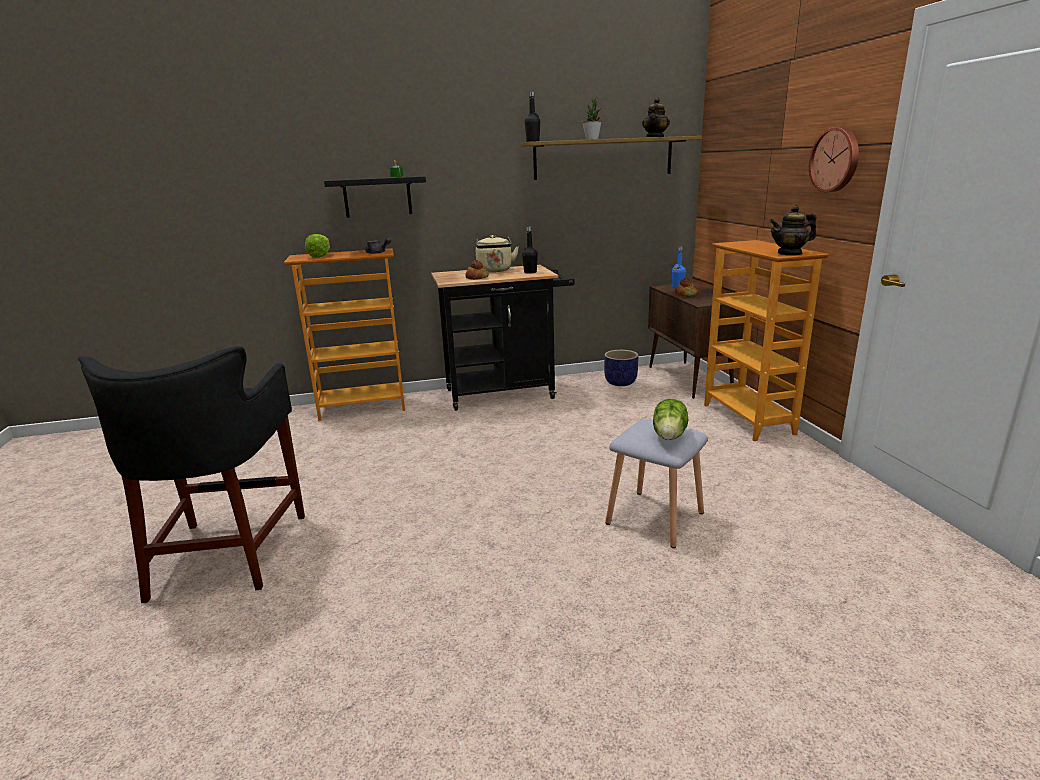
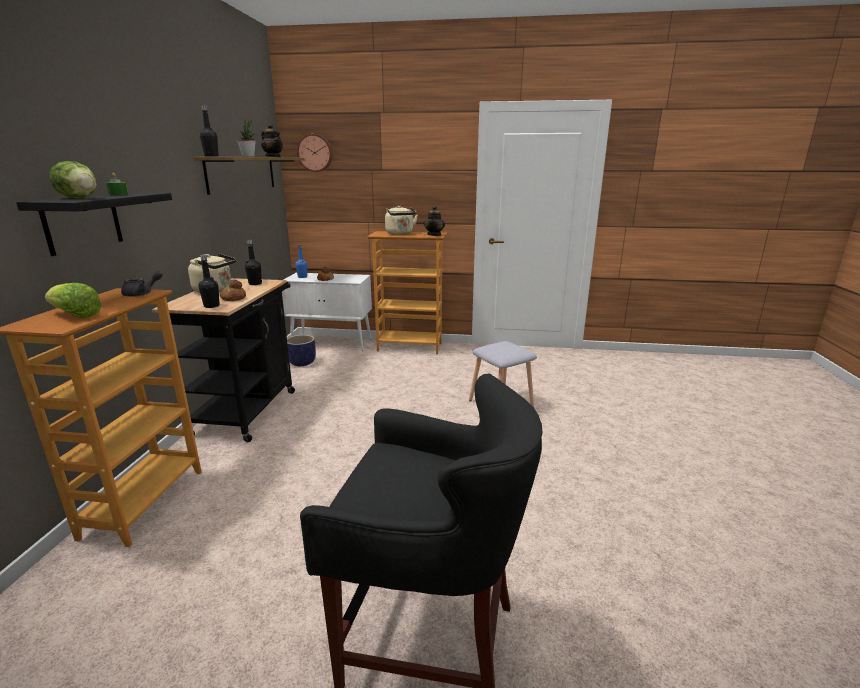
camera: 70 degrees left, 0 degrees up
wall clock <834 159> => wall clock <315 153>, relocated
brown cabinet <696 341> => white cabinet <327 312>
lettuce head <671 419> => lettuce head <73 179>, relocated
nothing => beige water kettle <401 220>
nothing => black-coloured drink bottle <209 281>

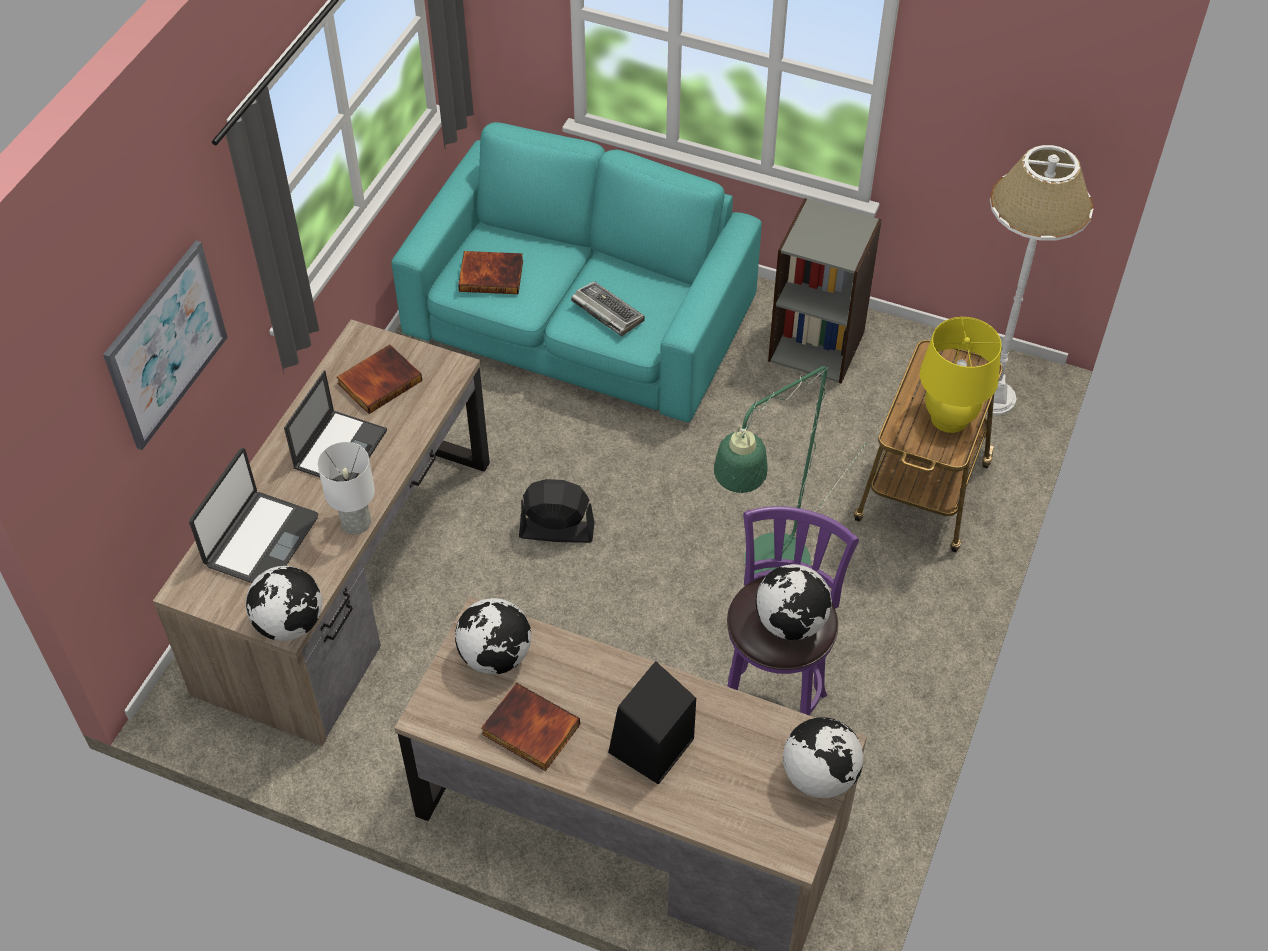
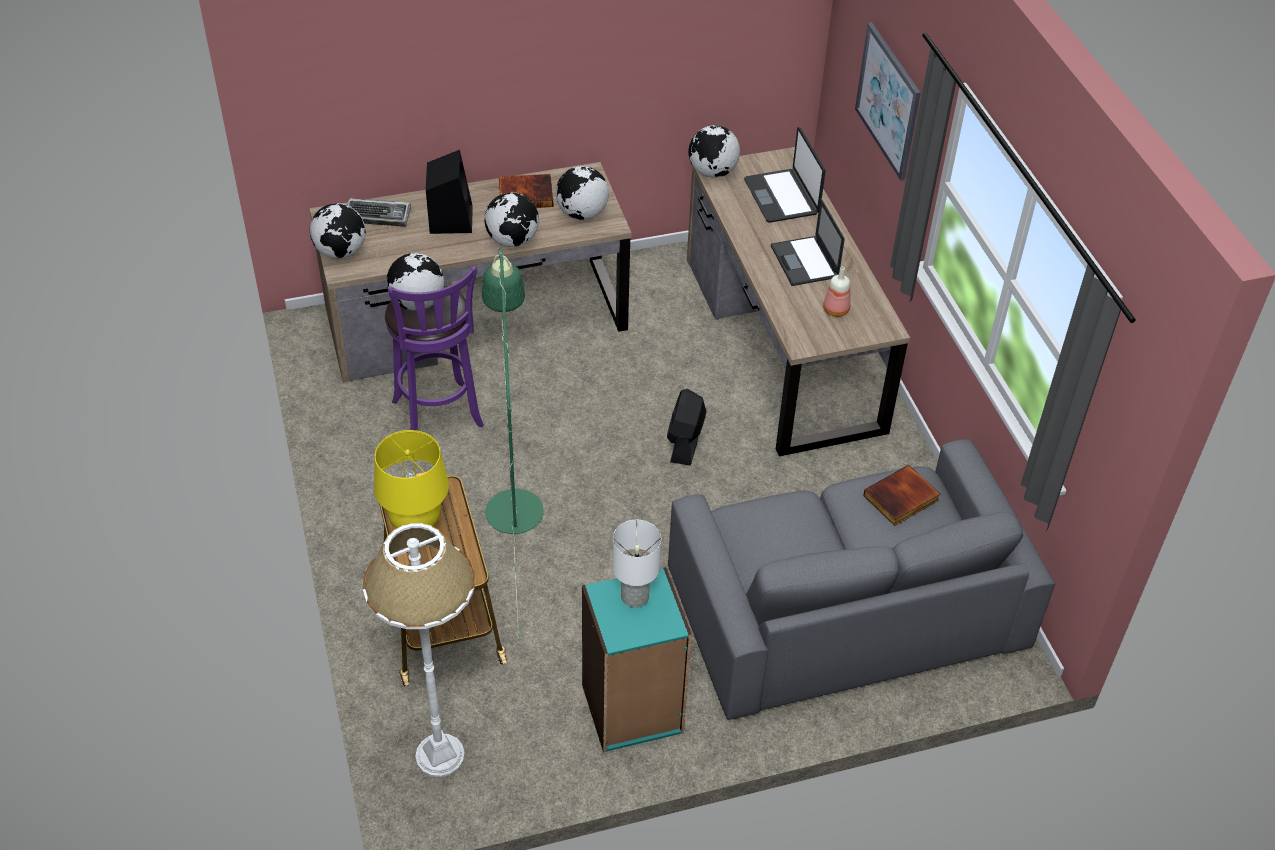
camera: 140 degrees right, 5 degrees down
turquoise-coloured settee <576 272> => greyish settee <861 579>
greyish shelving unit <825 290> => turquoise-coloured shelving unit <637 659>
keyboard <608 308> => keyboard <379 212>, relocated
bound book <379 379> => drink bottle <837 292>
white table lamp <346 488> => white table lamp <637 564>, relocated
black-coloured fan <557 511> => black-coloured fan <686 427>, 135 degrees clockwise
nothing => desk globe <512 219>

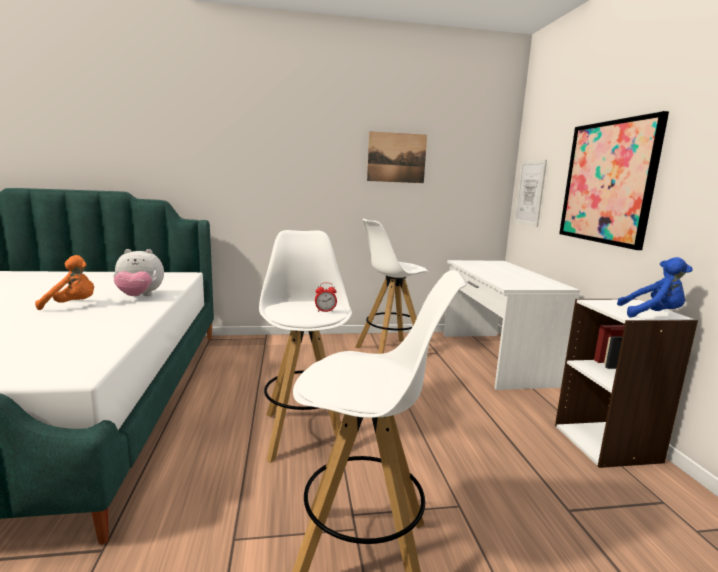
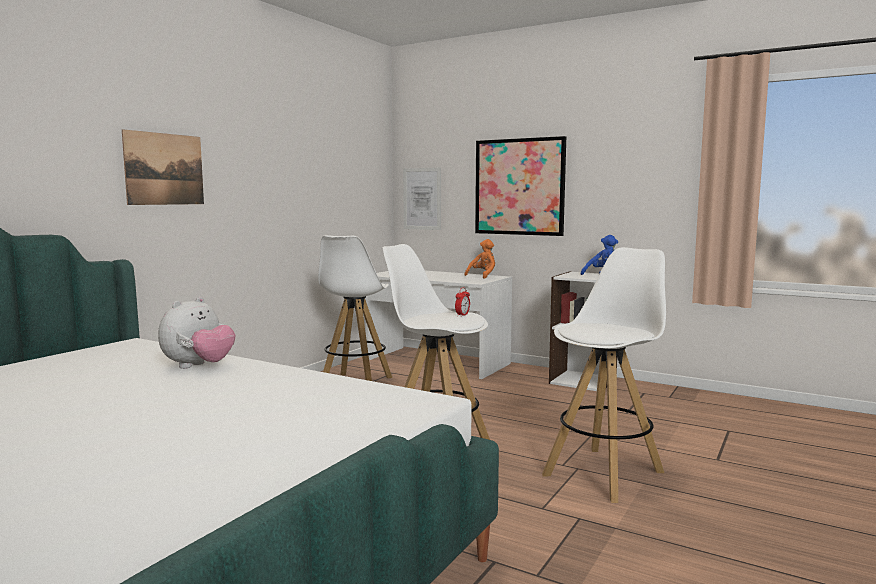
camera: 50 degrees left, 5 degrees down
wall art <397 157> => wall art <163 167>, relocated
orangey plush toy <64 282> => orangey plush toy <480 259>, relocated

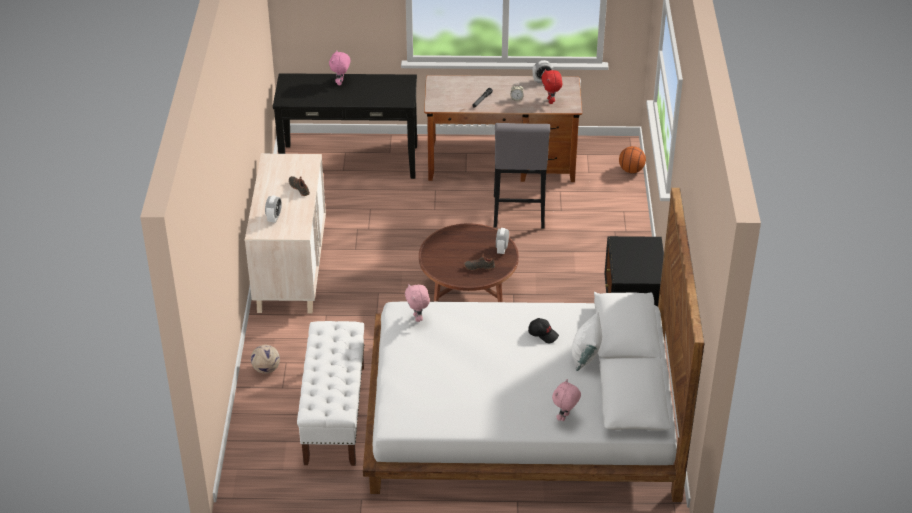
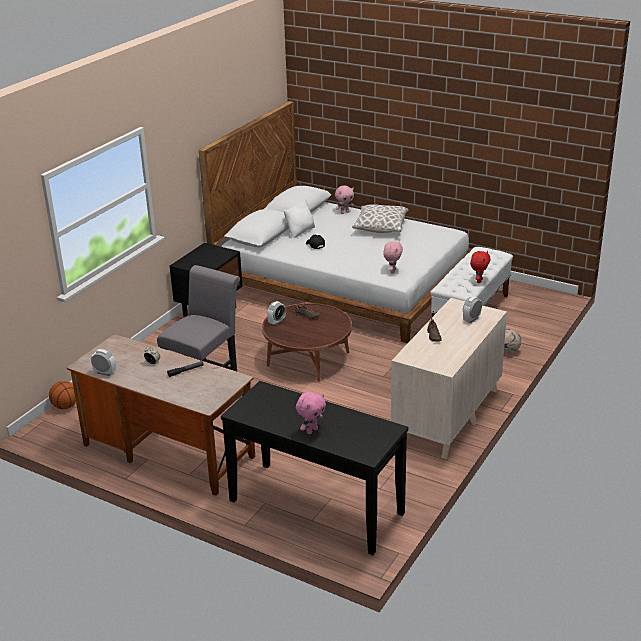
camera: 150 degrees left, 10 degrees down
red plush toy <551 86> => red plush toy <480 267>, relocated
nothing => pillow <380 218>

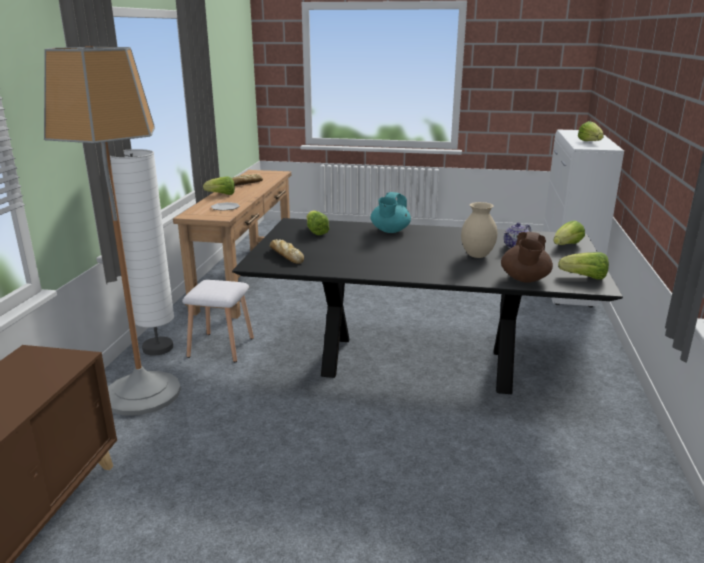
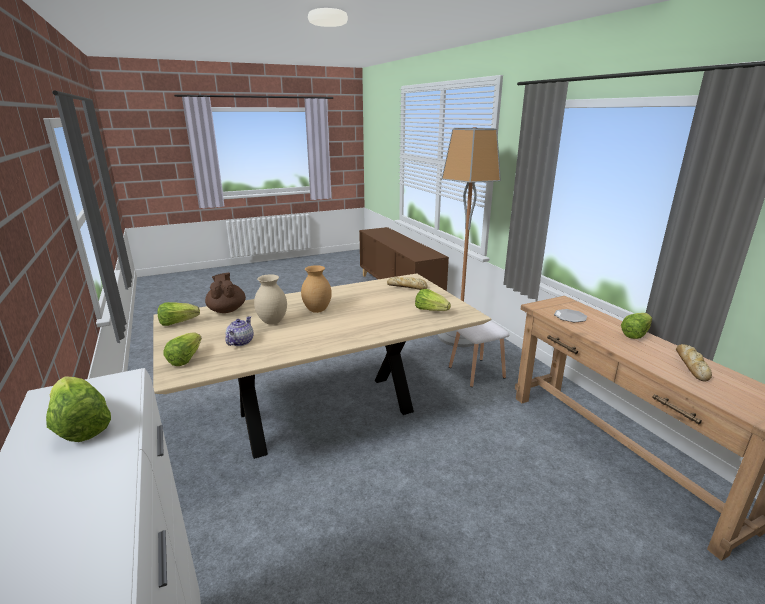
camera: 145 degrees right, 0 degrees up
white standard lamp <142 252> => nothing
turquoise-coloured teapot <390 212> => nothing
black-coloured dining table <427 306> => beige dining table <322 366>
nothing => brown decorative vase <316 289>

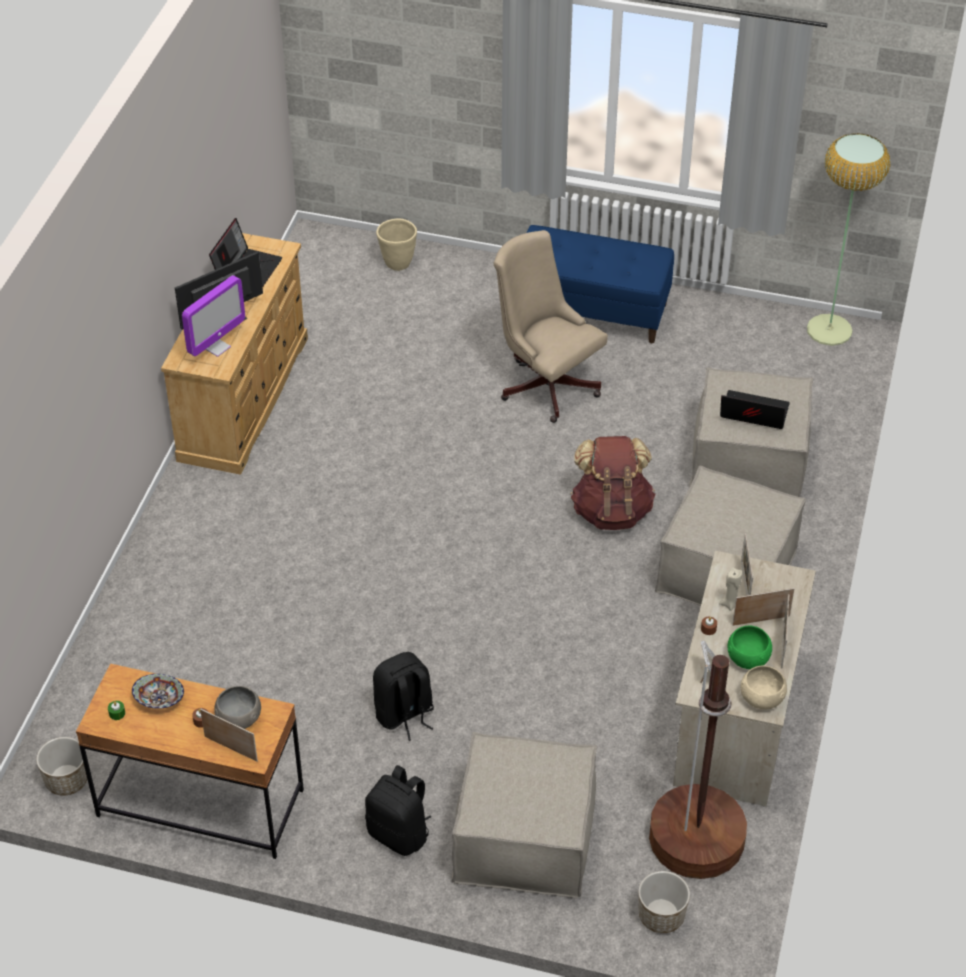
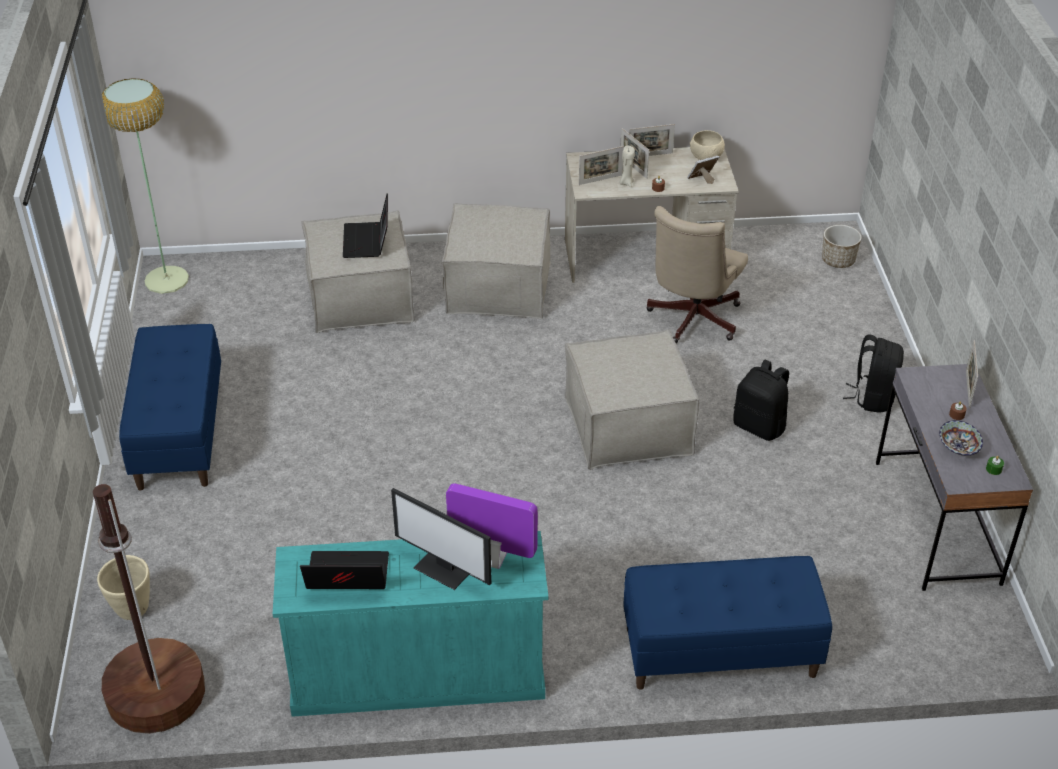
camera: 110 degrees left, 5 degrees down
beige computer chair <551 326> => beige computer chair <697 274>, relocated
beige chest of drawers <234 354> => turquoise-coloured chest of drawers <410 624>
brown backpack <613 483> => nothing
greenish bowl <749 647> => nothing
brown standard lamp <698 767> => brown standard lamp <149 609>, relocated
brown desk table <190 761> => greyish desk table <954 477>
greyish bowl <237 707> => nothing
beige ottoman <524 815> => beige ottoman <632 399>, relocated
planter <61 766> => nothing
nothing => blue indoor bench <727 623>

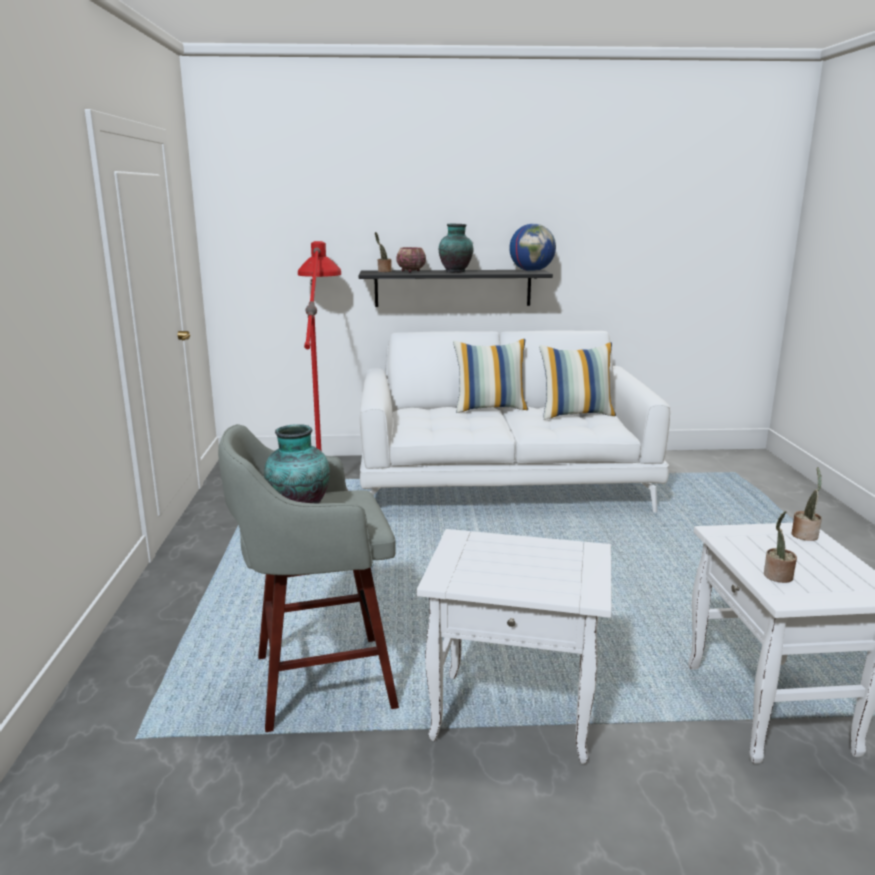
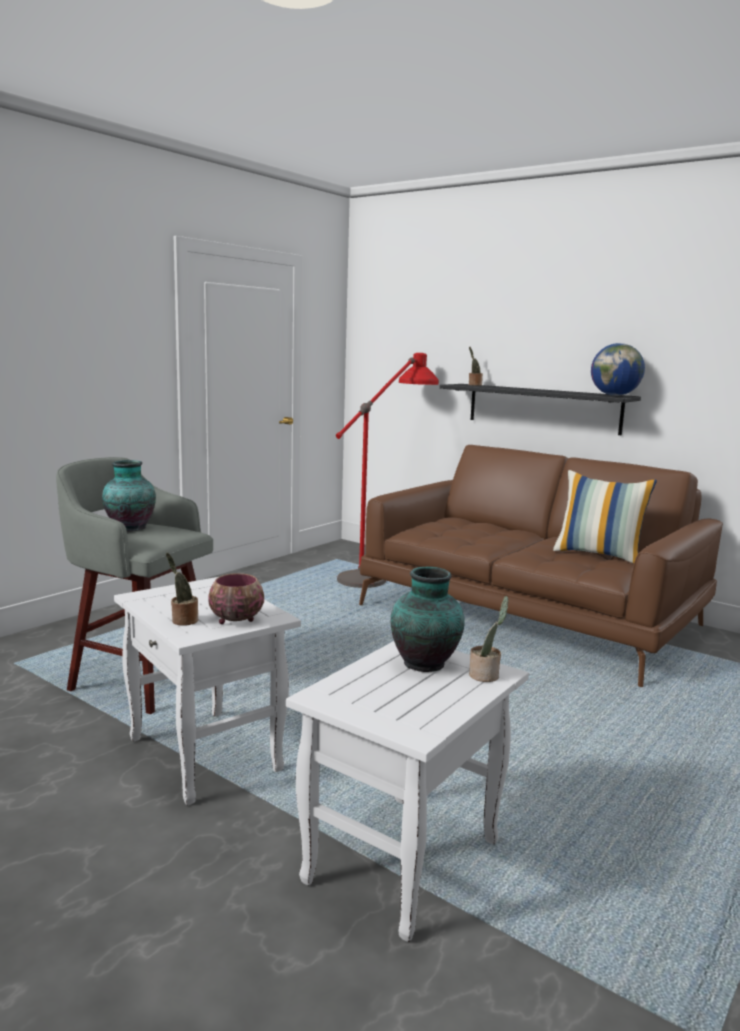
camera: 40 degrees right, 5 degrees down
decorative vase <456 248> => decorative vase <427 619>, relocated
bowl <411 259> => bowl <236 598>, relocated
white settee <515 421> => brown settee <541 566>
pillow <490 376> => nothing
plant in a pot <780 547> => plant in a pot <182 588>, relocated

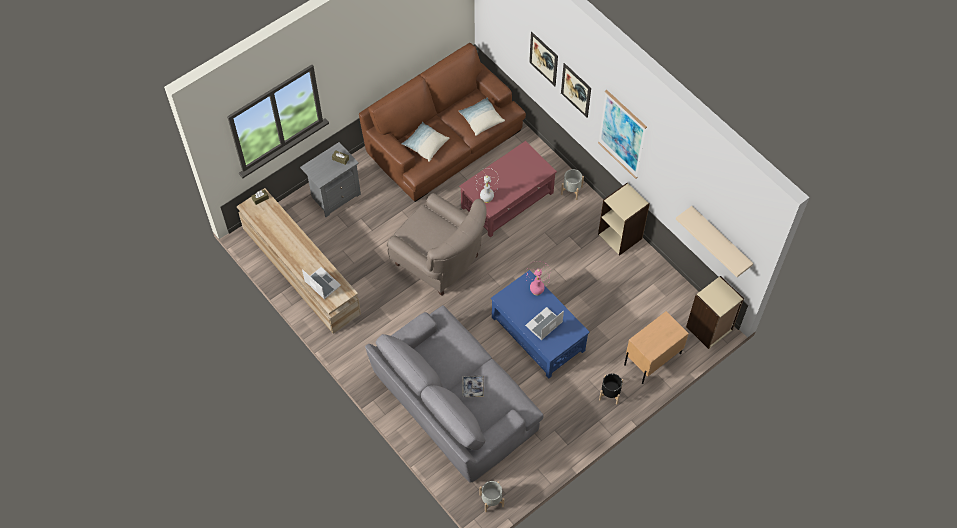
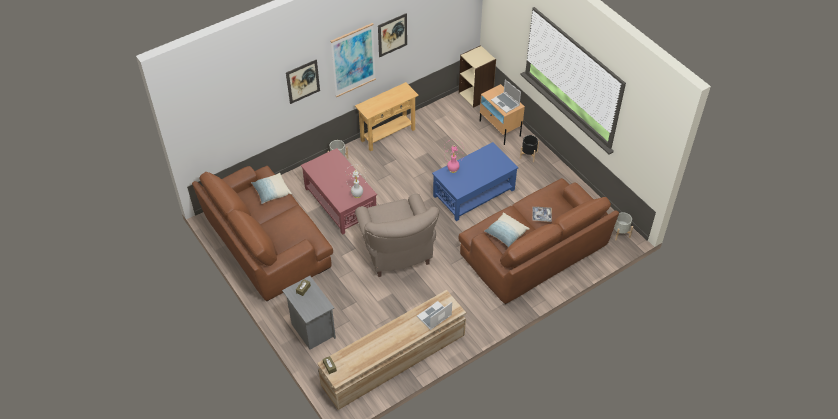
camera: 85 degrees left, 10 degrees down
wall art <543 59> => wall art <392 35>, relocated
pillow <425 142> => pillow <507 230>, relocated
beige shelving unit <624 219> => beige console table <387 116>
beige easy chair <437 244> => beige easy chair <397 235>, 120 degrees clockwise
beige shelf <714 241> => nothing
greyish settee <454 394> => brown settee <538 241>
portable computer <544 323> => portable computer <506 96>, relocated

